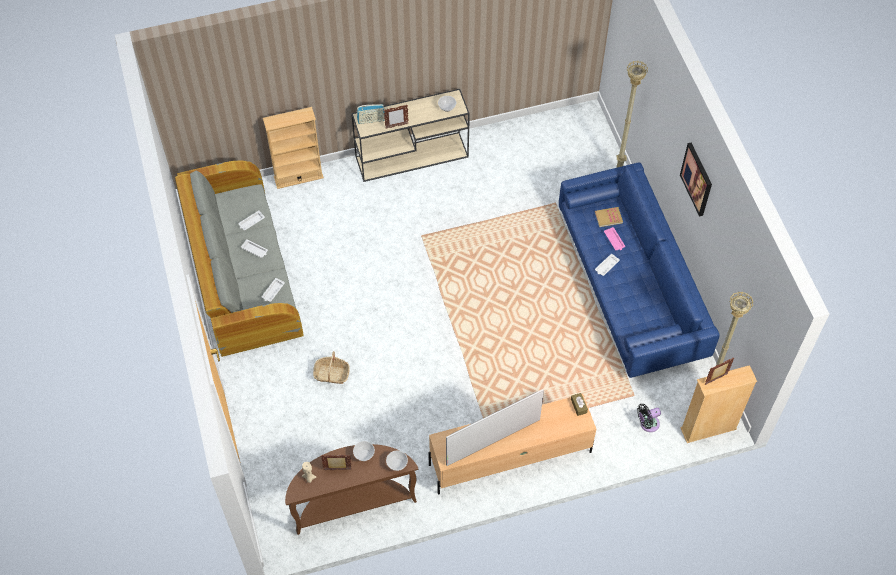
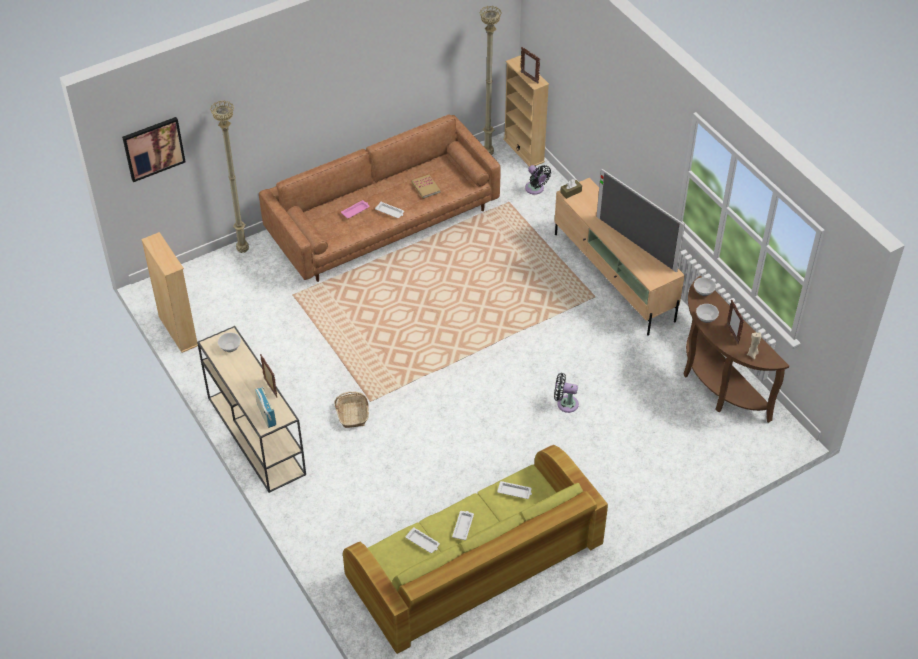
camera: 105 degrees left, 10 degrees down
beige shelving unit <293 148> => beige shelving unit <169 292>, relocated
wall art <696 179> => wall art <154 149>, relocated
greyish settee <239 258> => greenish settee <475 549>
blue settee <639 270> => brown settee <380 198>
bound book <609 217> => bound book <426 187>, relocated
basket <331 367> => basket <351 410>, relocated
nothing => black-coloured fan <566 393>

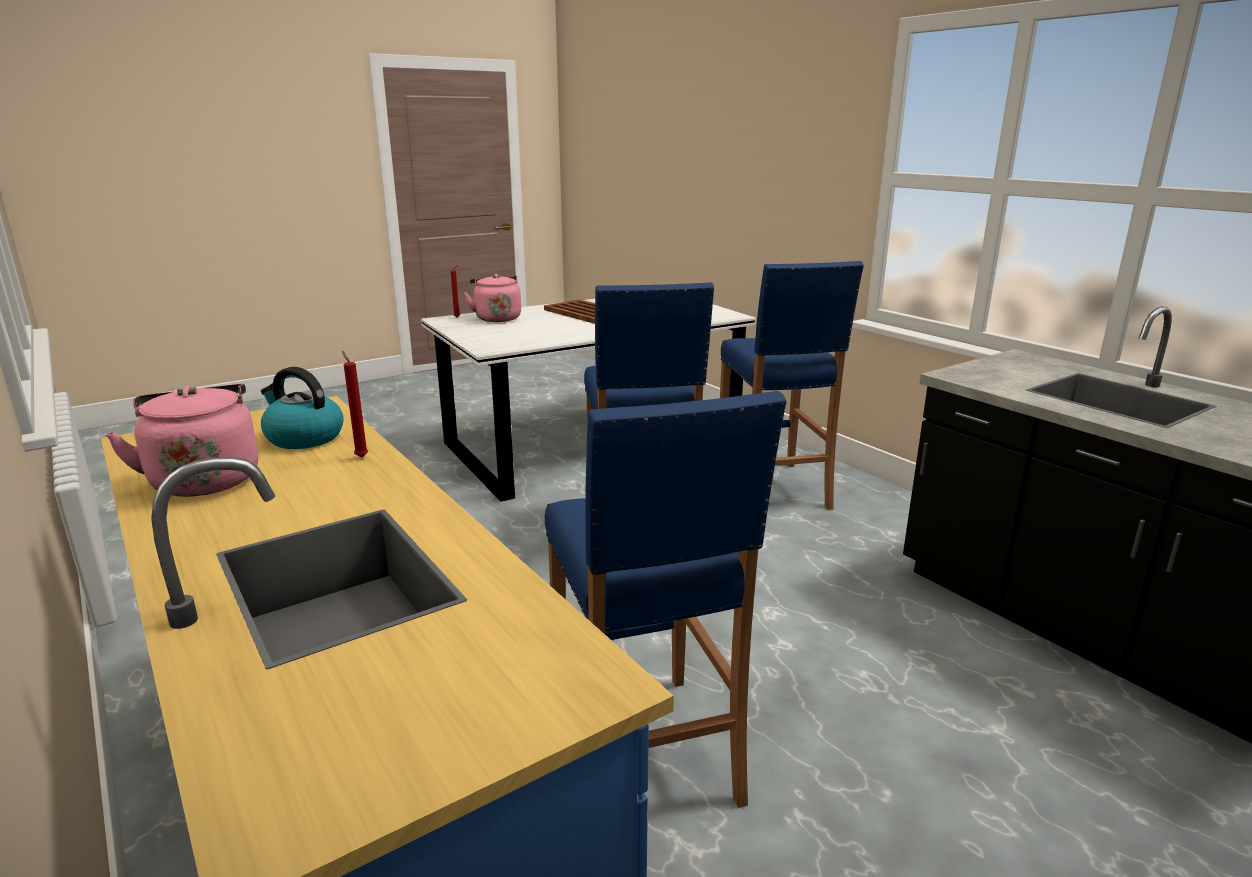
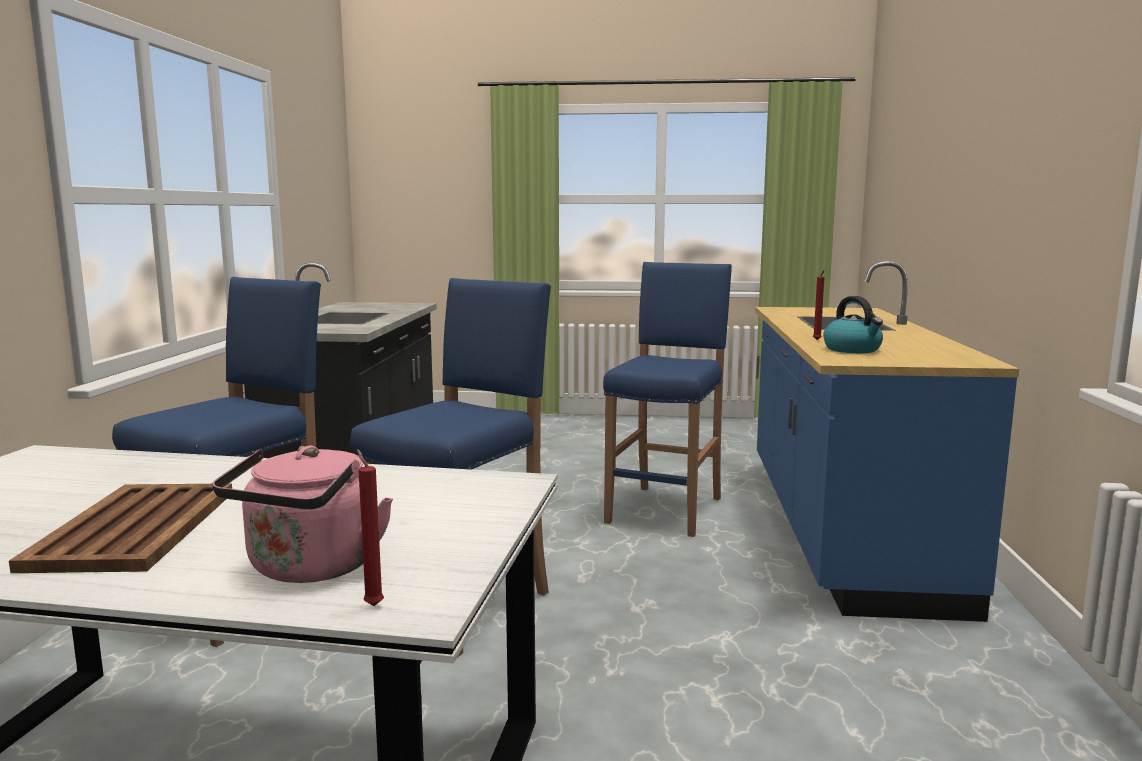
camera: 140 degrees left, 10 degrees down
pink-coloured water kettle <181 440> => nothing

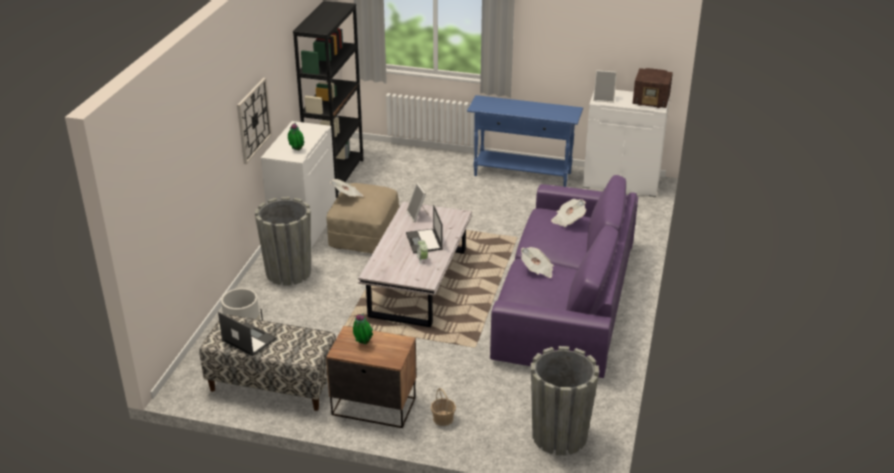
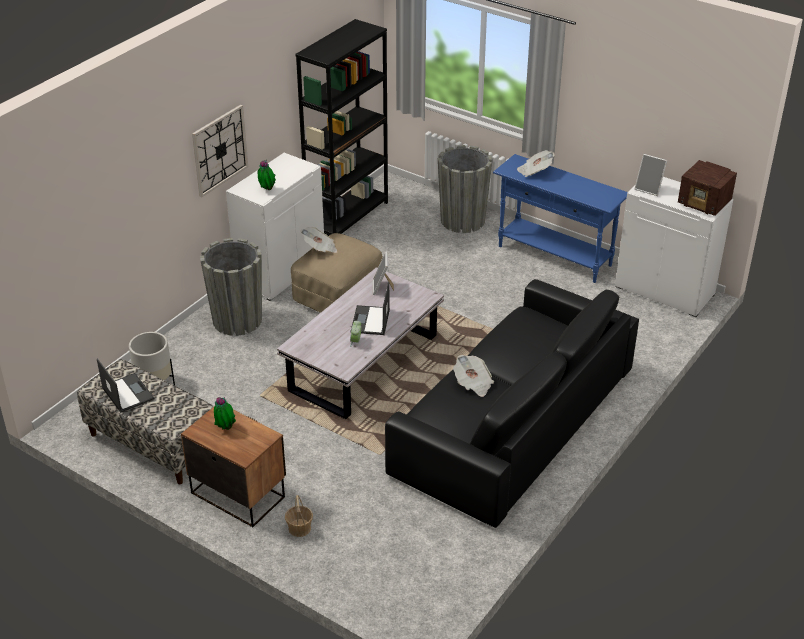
camera: 20 degrees right, 5 degrees up
purple settee <564 276> => black-coloured settee <512 403>
daily paper <568 213> => daily paper <536 163>, relocated
greyish planter <565 400> => greyish planter <465 189>, relocated

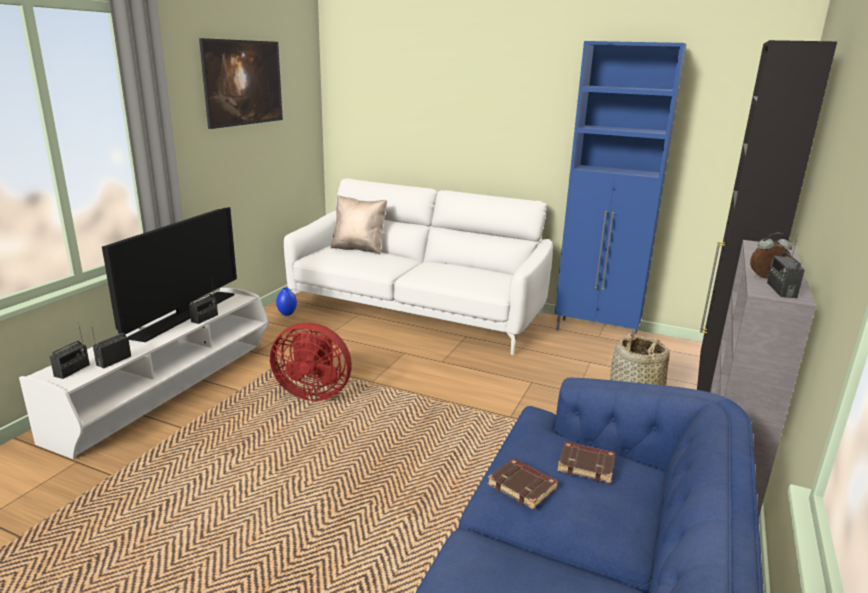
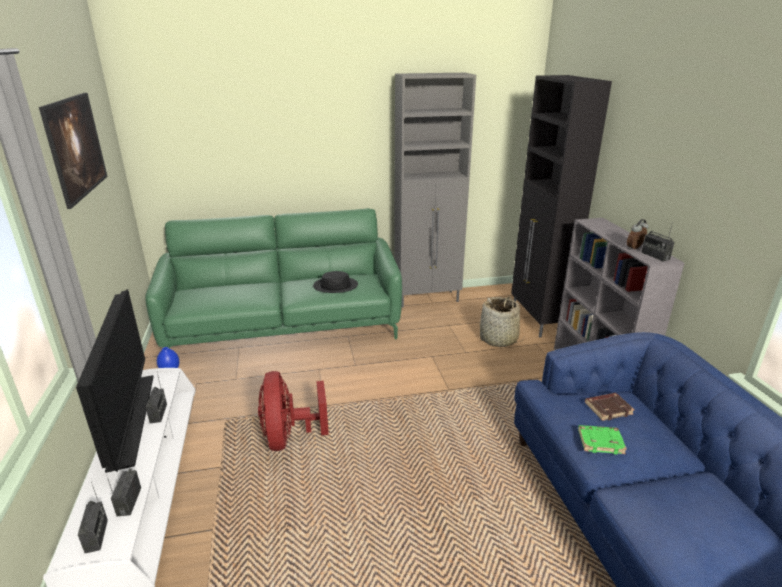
camera: 35 degrees left, 5 degrees up
blue cabinet <621 189> => greyish cabinet <435 190>
white settee <418 266> => greenish settee <273 278>
beige pillow <359 225> => nothing
red fan <311 362> => red fan <293 411>, 105 degrees clockwise
brown bound book <522 483> => greenish bound book <602 439>
nothing => black-coloured clothing hat <335 282>

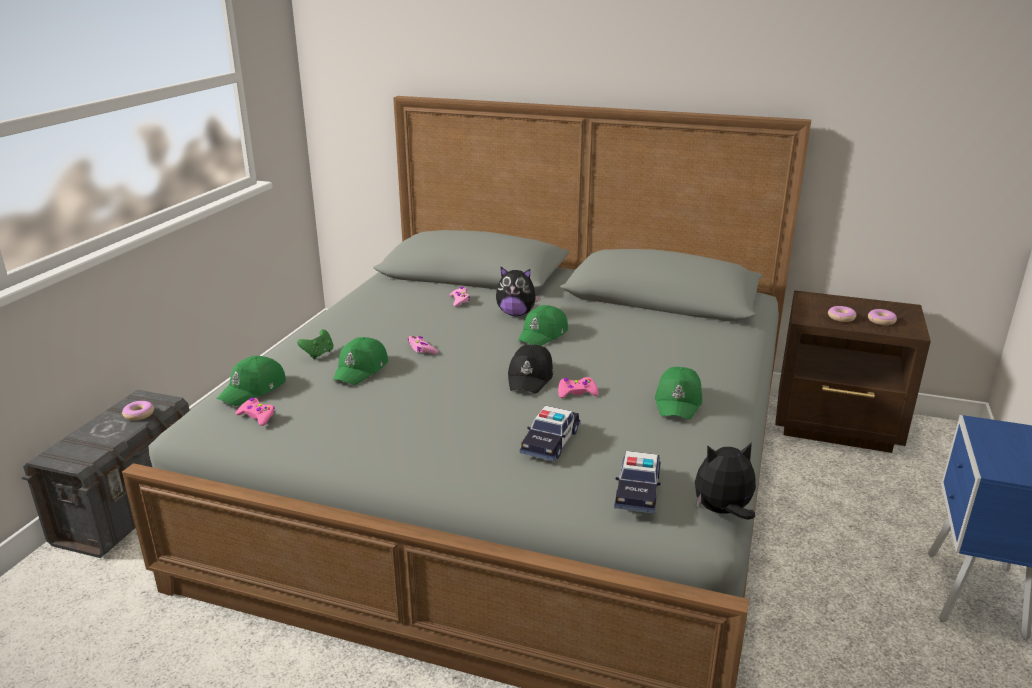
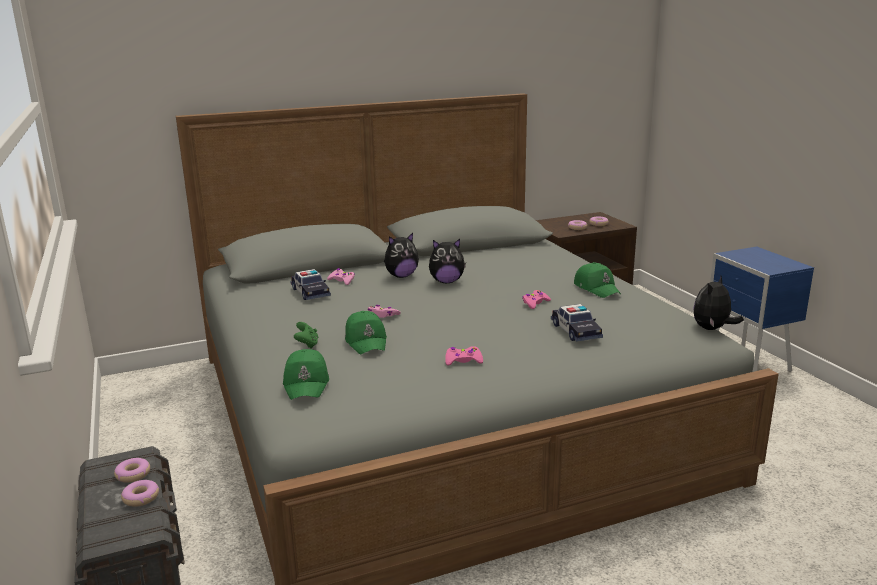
camera: 40 degrees left, 5 degrees down
greenish peaked cap <542 325> => plush toy <447 261>
black-coloured peaked cap <530 368> => nothing
pink-coloured joypad <255 412> => pink-coloured joypad <464 356>, relocated
miniature car <637 482> => miniature car <310 284>, relocated
nothing => doughnut <140 493>

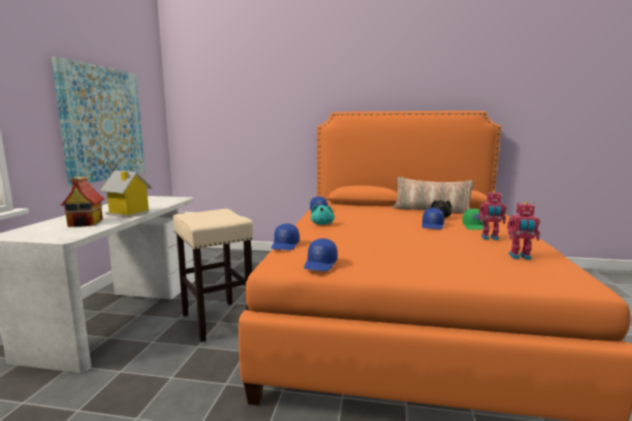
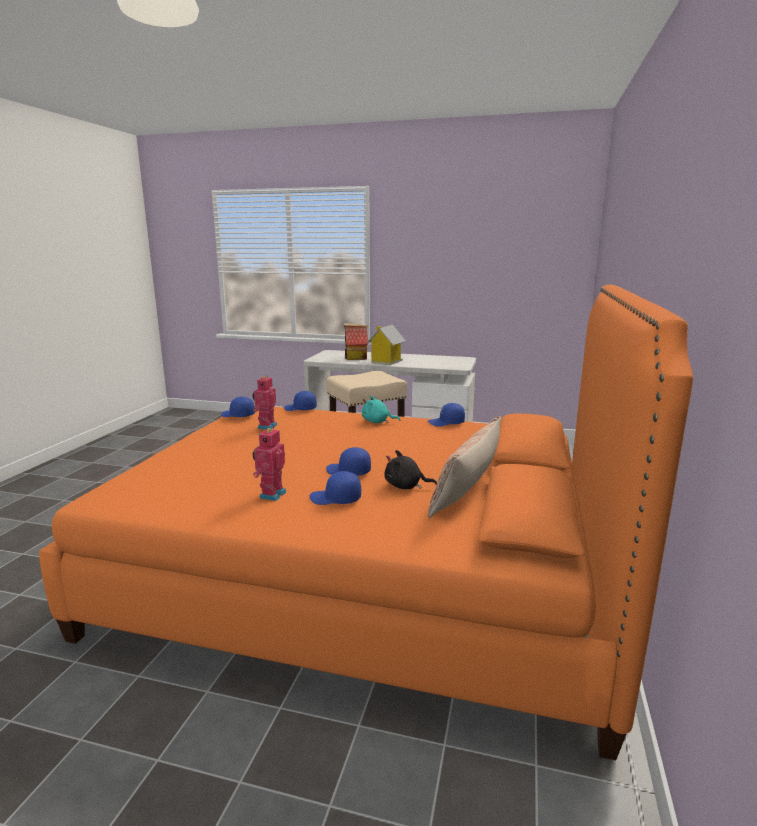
camera: 95 degrees right, 5 degrees up
wall art <98 121> => nothing
model robot <523 231> => model robot <264 402>, relocated
greenish peaked cap <473 219> => blue peaked cap <335 488>

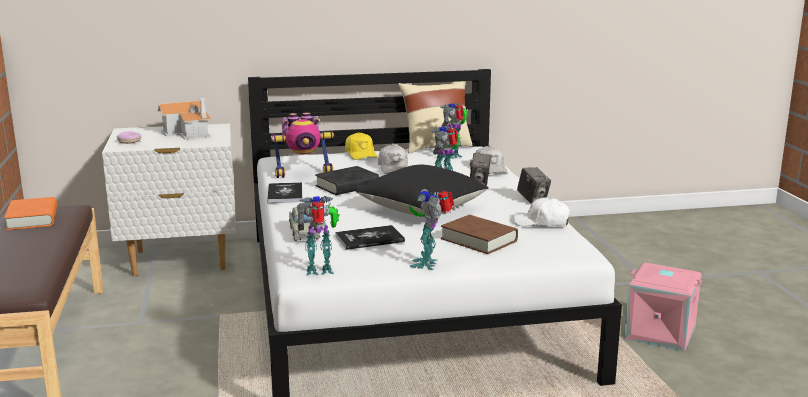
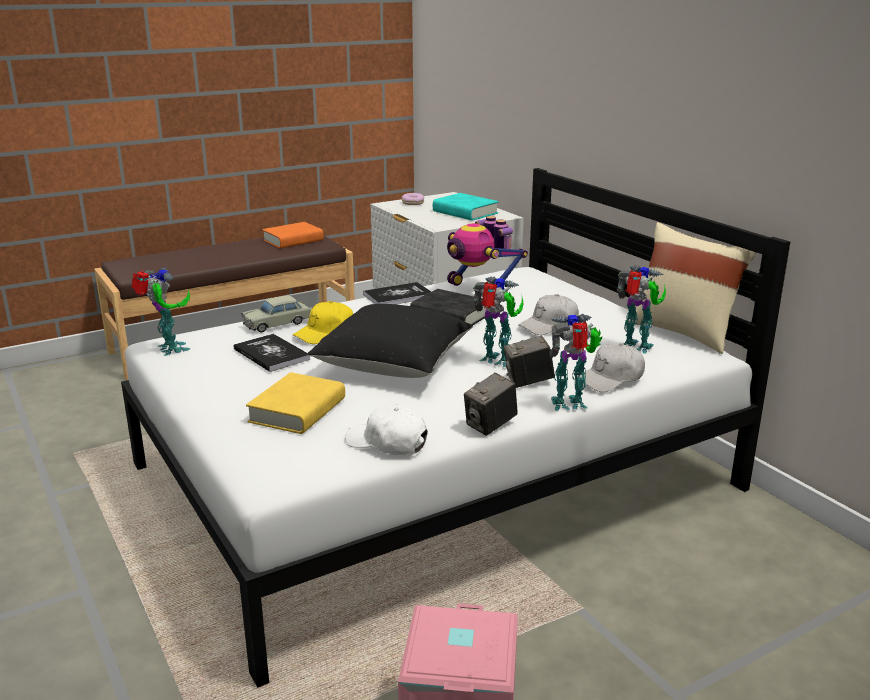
camera: 70 degrees right, 5 degrees up
miniature house <184 118> => turquoise-coloured bound book <466 207>
yellowish peaked cap <361 146> => yellowish peaked cap <323 322>, relocated
model robot <431 229> => model robot <575 362>, relocated
white peaked cap <542 212> => white peaked cap <386 429>, 60 degrees counterclockwise
brown bound book <479 234> => yellowish bound book <295 403>

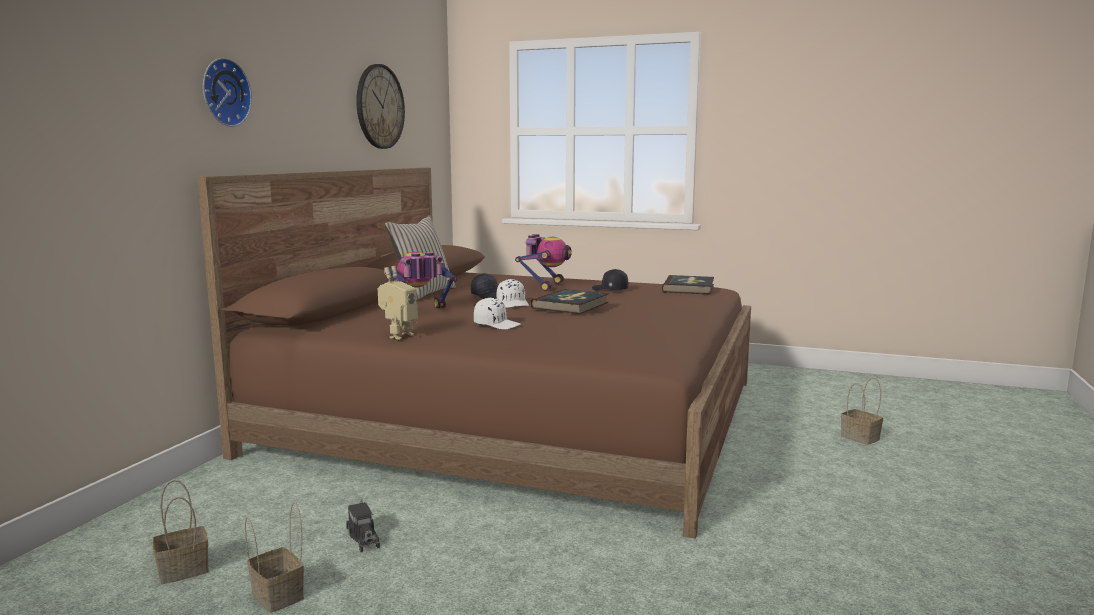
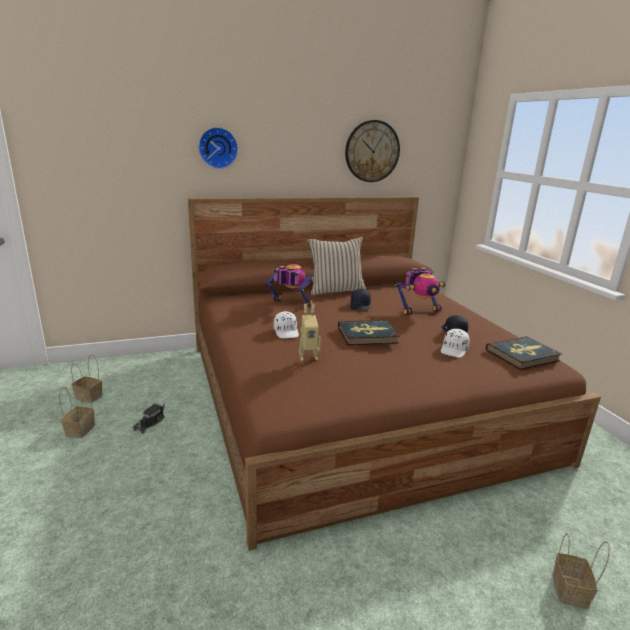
camera: 50 degrees right, 10 degrees up
model robot <398 303> => model robot <310 332>, relocated
white peaked cap <513 293> => white peaked cap <455 343>, relocated

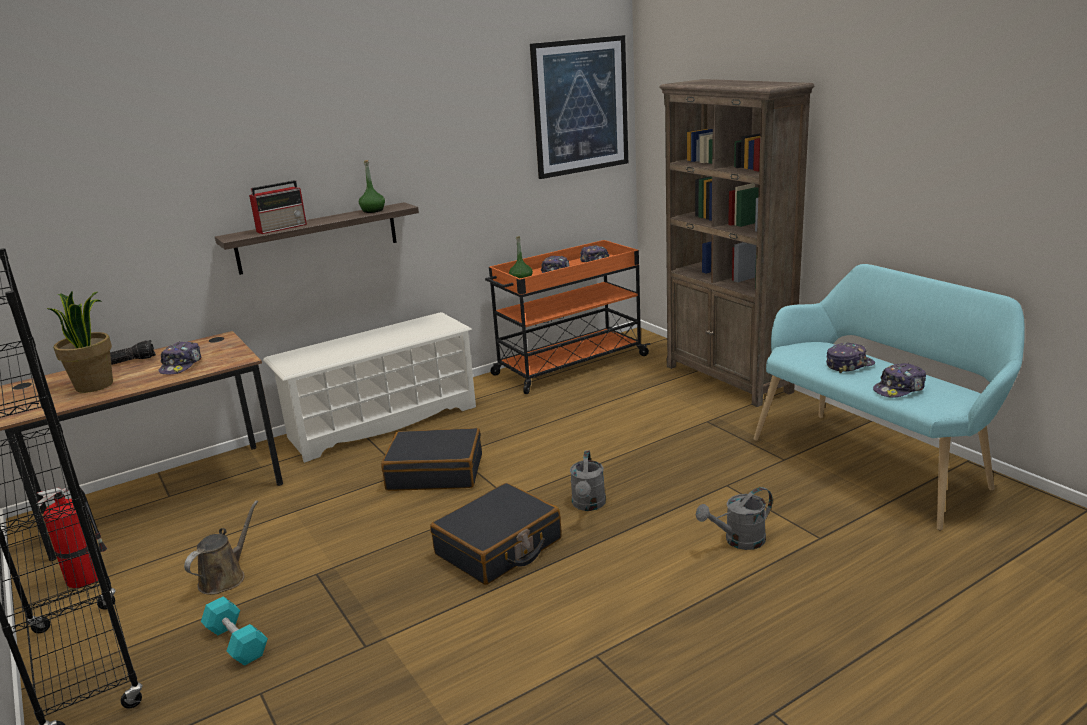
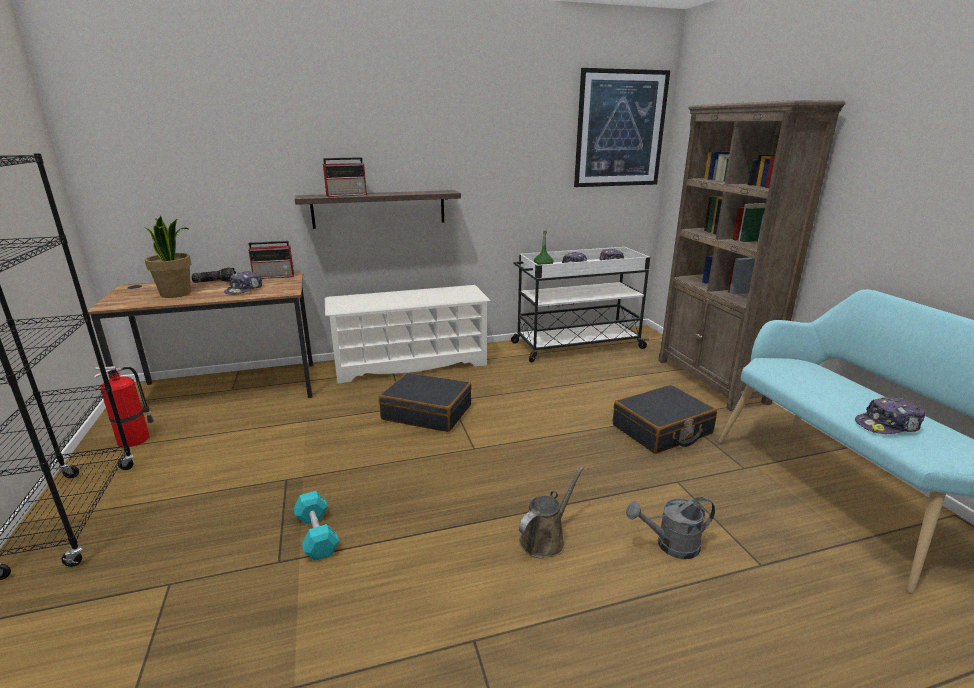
camera: 15 degrees right, 0 degrees up
greenish drink bottle <372 186> => nothing
orangey trolley <567 317> => white trolley <580 304>
peaked cap <850 358> => nothing
greyish sprinkling can <588 481> => nothing
black-coloured travel case <495 534> => black-coloured travel case <665 419>, relocated
brown sprinkling can <221 547> => brown sprinkling can <551 512>, relocated
turquoise-coloured dumbbell <234 631> => turquoise-coloured dumbbell <316 526>, relocated
nothing => radio <271 260>

